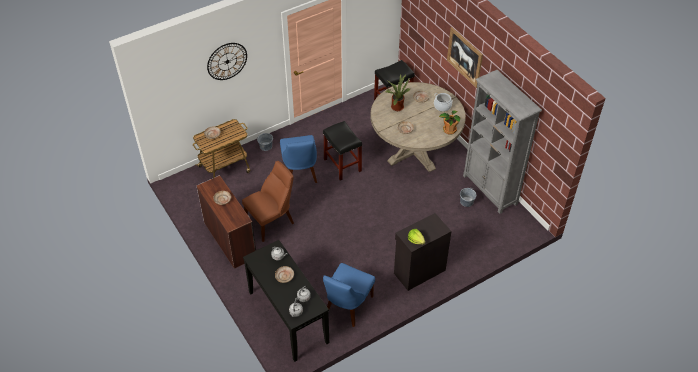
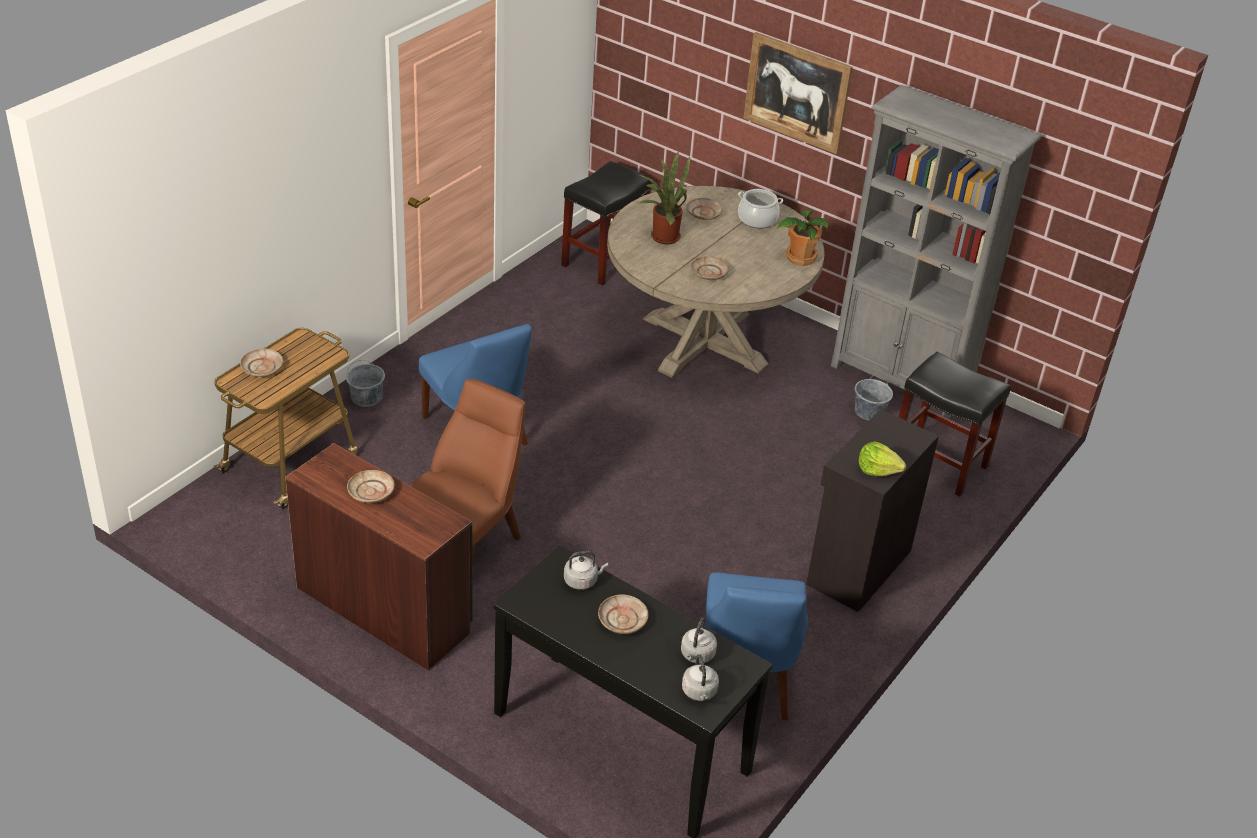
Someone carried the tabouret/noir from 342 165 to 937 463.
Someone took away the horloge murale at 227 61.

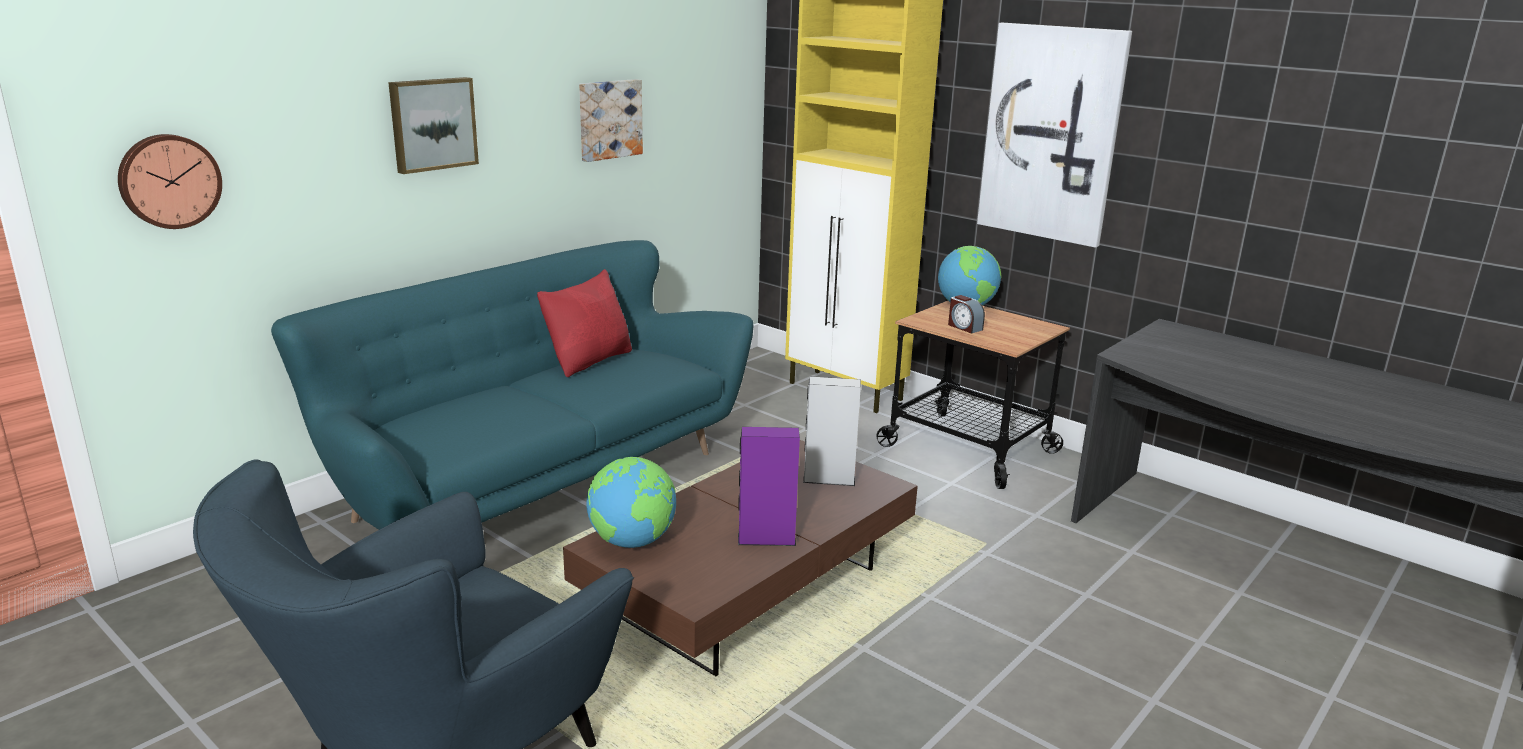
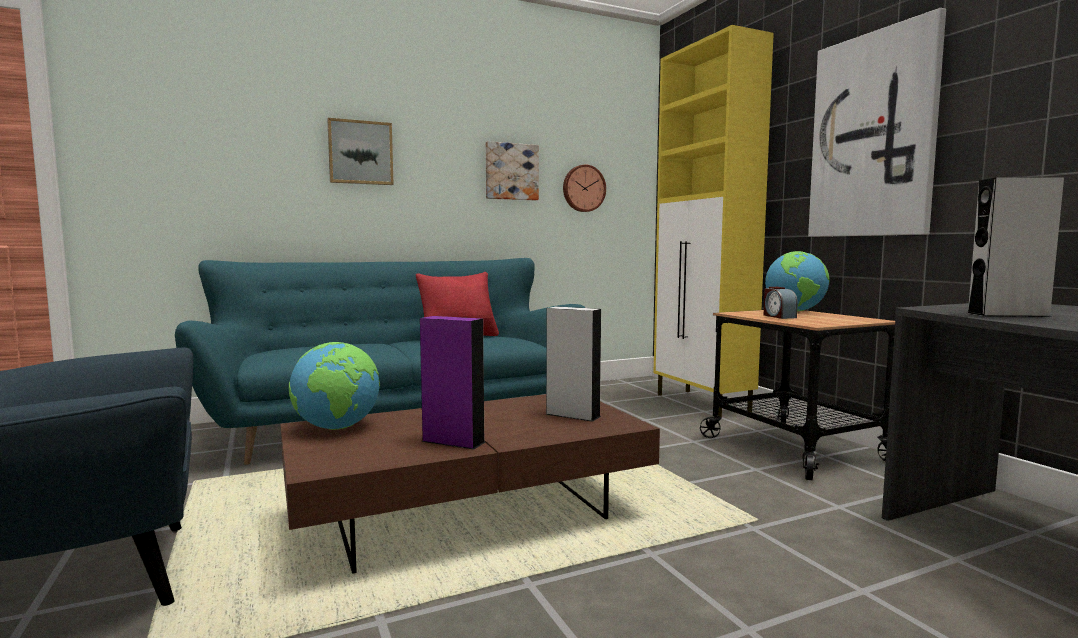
Someone carried the horloge murale from 169 181 to 583 188.
Someone put down the enceinte/gris at 1007 315.

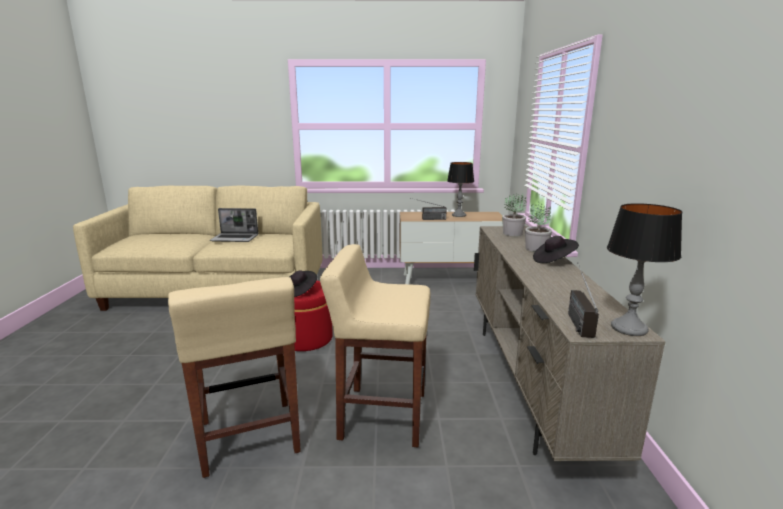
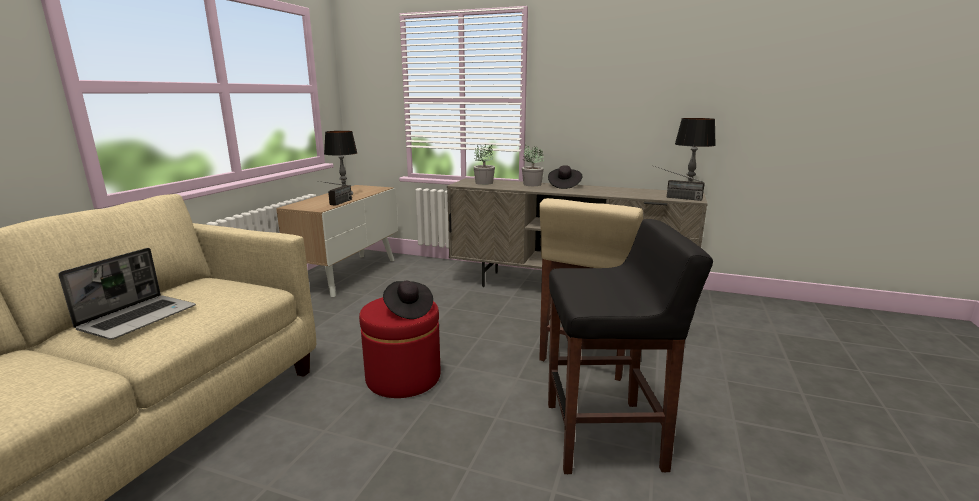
Someone repainted the tabouret/beige at 249 438, which became the tabouret/noir at 605 436.

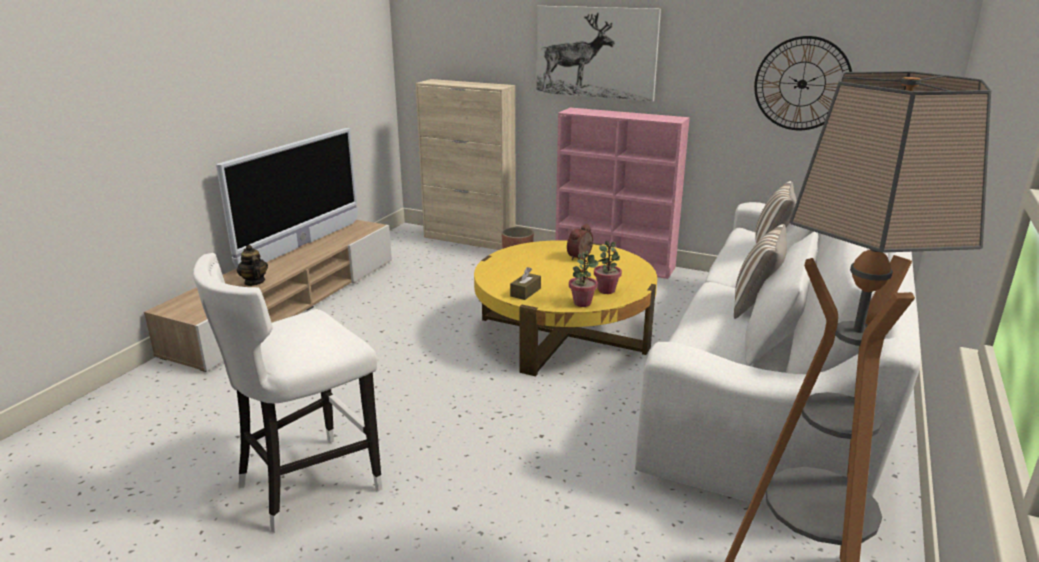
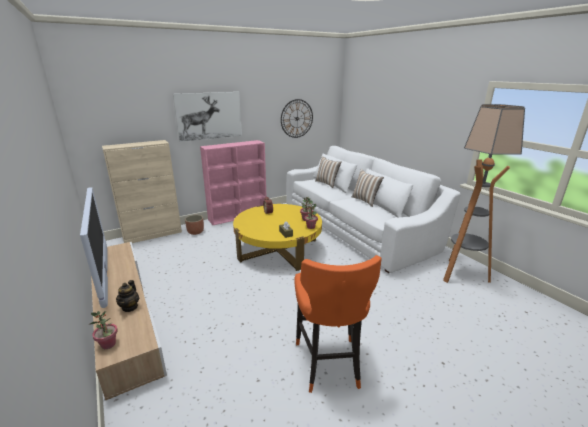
Someone put down the plante en pot at 108 344.
Someone rotated the théière at 254 282 by 90 degrees counterclockwise.
Someone repainted the tabouret/blanc at 307 484, which became the tabouret/orange at 328 364.

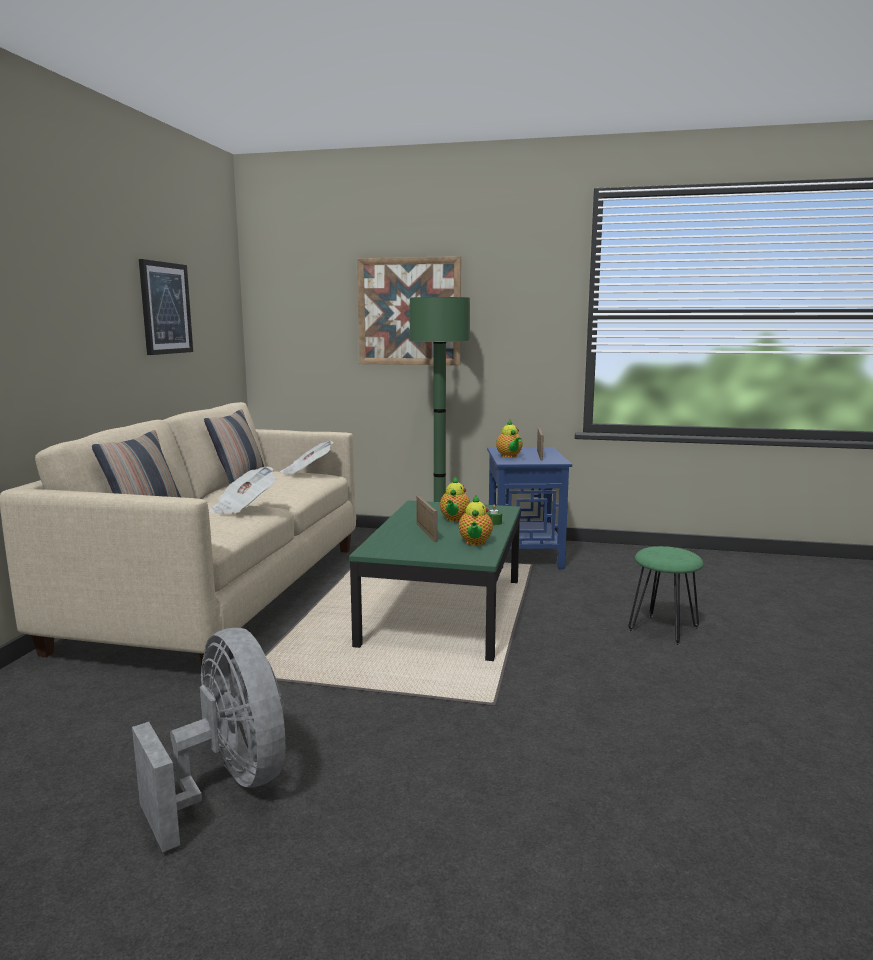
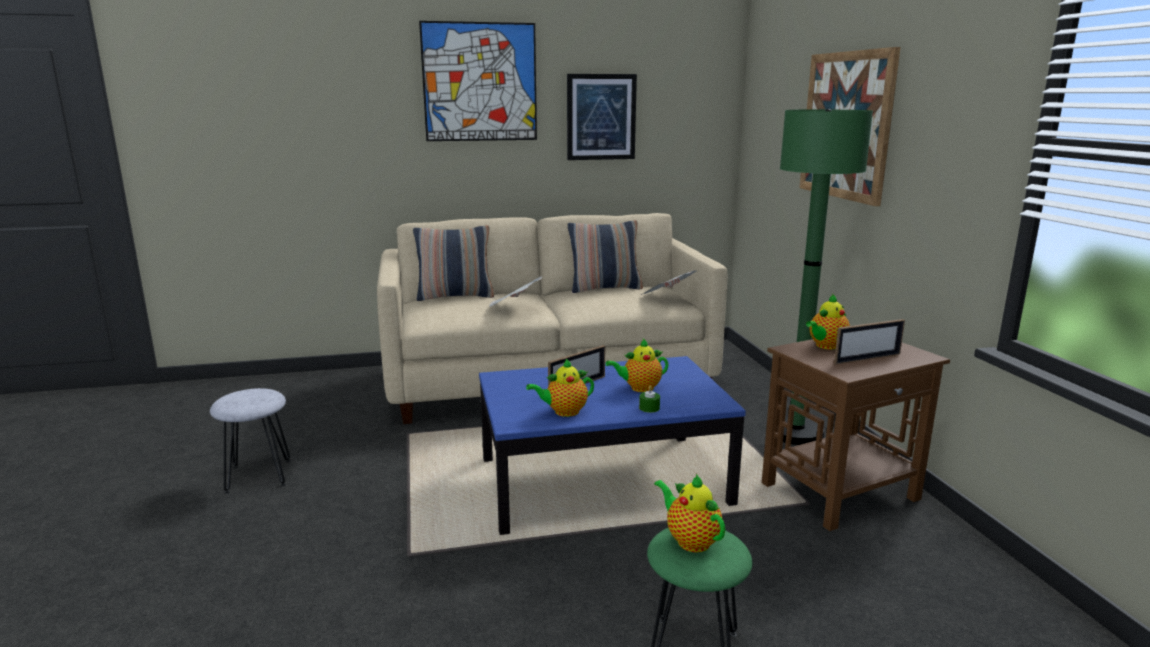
Someone swapped the ventilateur/gris at 228 785 for the tabouret/gris at 259 475.
Someone put up the tableau at 480 82.
Someone repainted the table basse/vert at 443 611, which became the table basse/bleu at 603 481.
Someone put down the théière at 690 540.
Someone repainted the table d'appoint/bleu at 524 554, which became the table d'appoint/marron at 841 491.

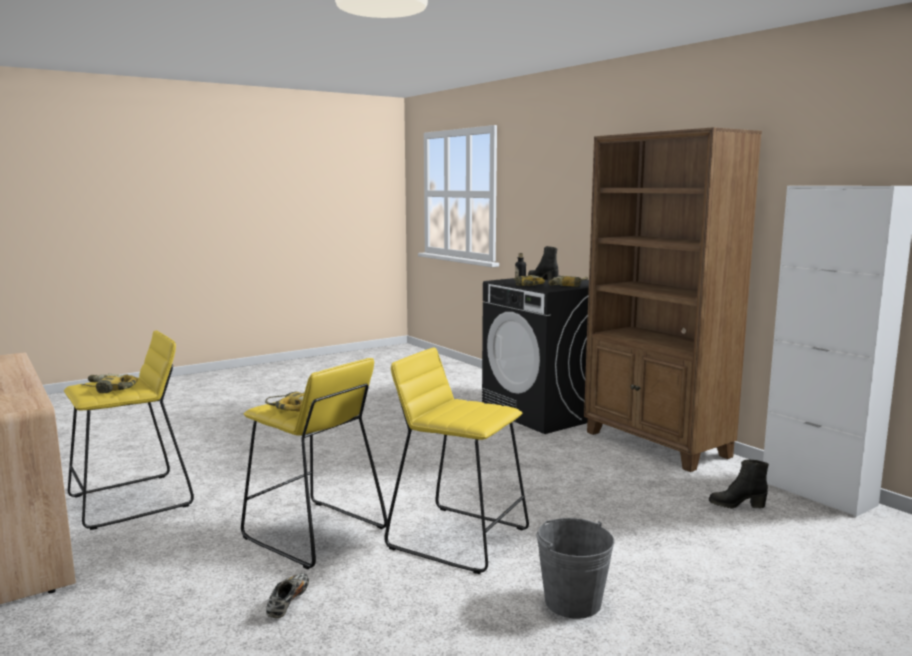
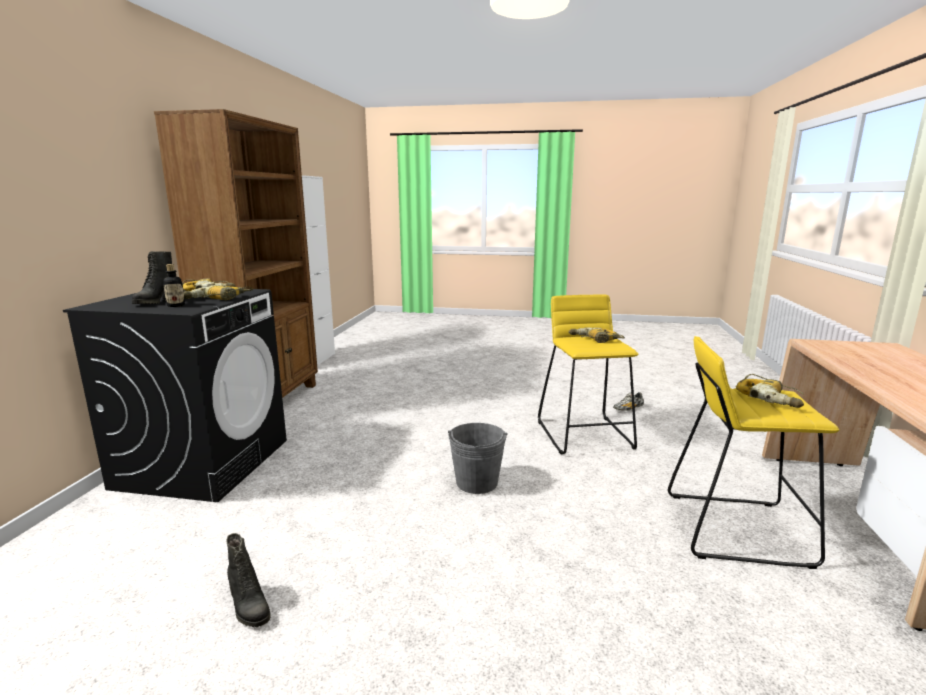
Someone carried the botte/noir from 736 505 to 248 607.
Someone carried the seau/gris from 572 602 to 477 482.
Someone took away the tabouret/jaune at 459 538.

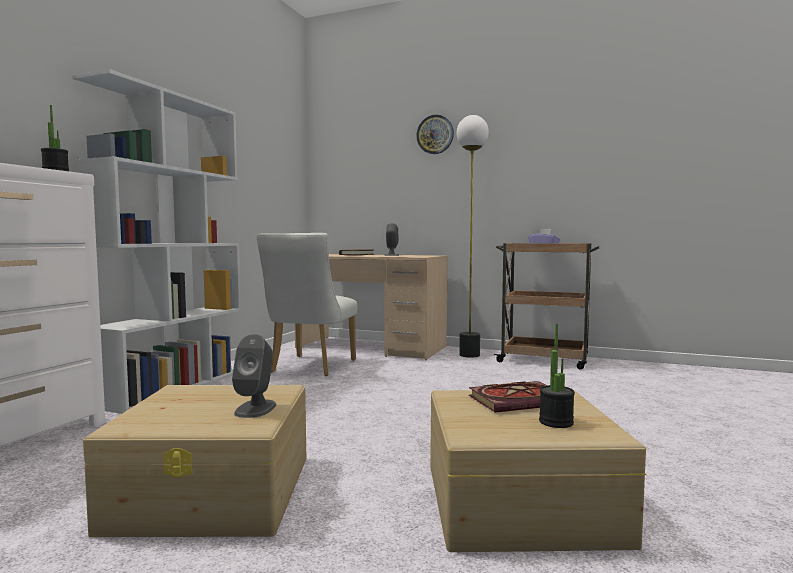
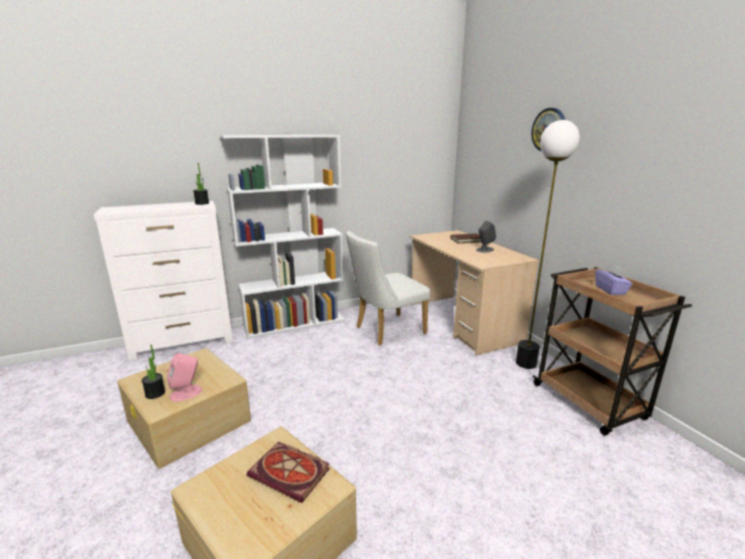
Someone carried the plante en pot from 556 422 to 155 393.
Someone repainted the enceinte/gris at 256 408, which became the enceinte/rose at 186 393.

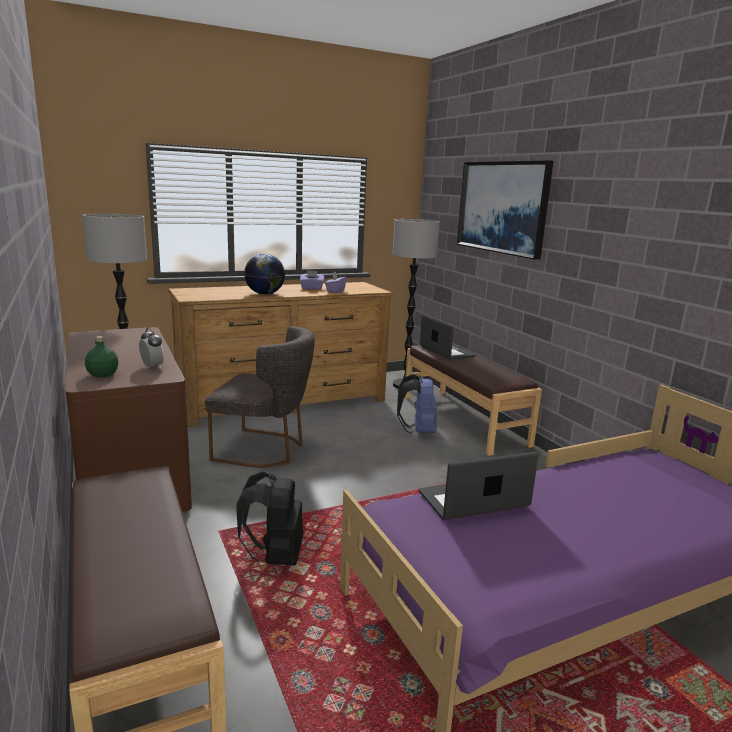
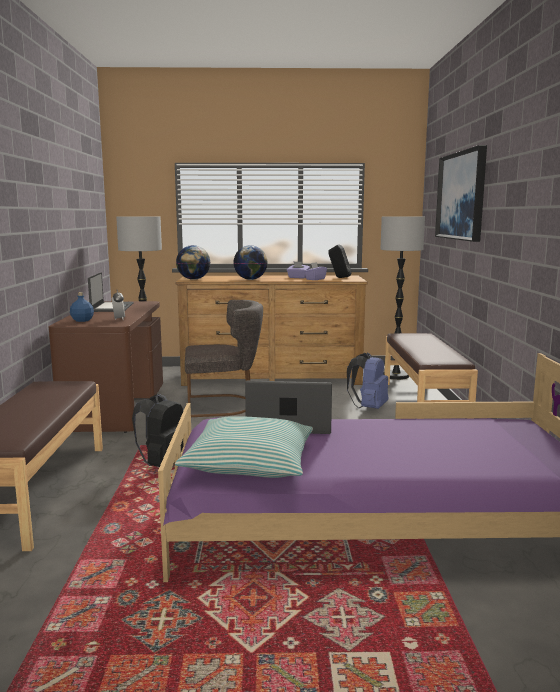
Someone repainted the bouteille/vert at 103 374, which became the bouteille/bleu at 82 320.
Someone carried the ordinateur portable from 446 351 to 111 307.
Someone put down the coussin at 250 462.
Someone put down the globe at 193 279.
Someone rotated the chaise/gris at 265 450 by 45 degrees counterclockwise.
Someone put down the enceinte/noir at 339 277.

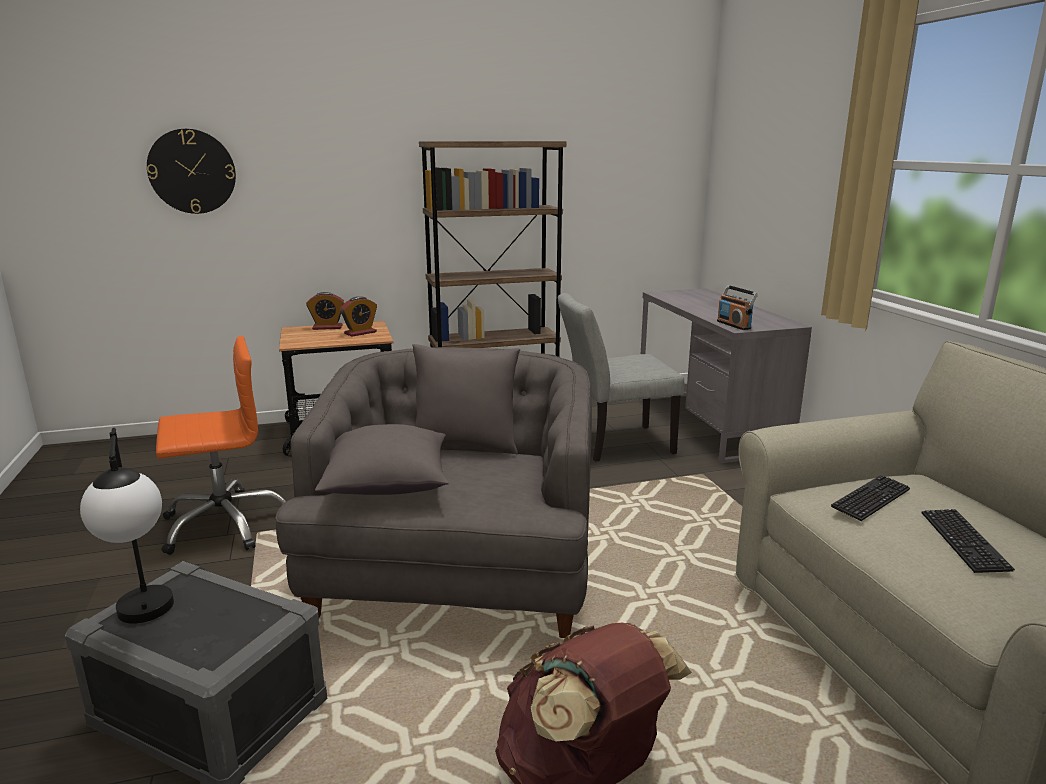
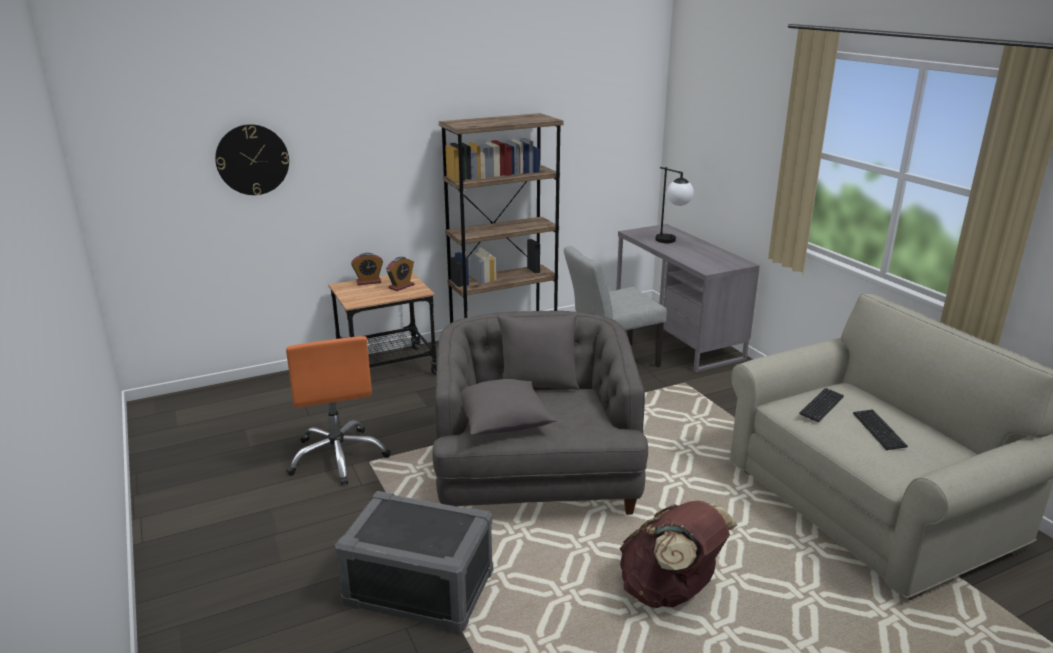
Someone rotated the chaise de bureau/orange at 225 523 by 105 degrees clockwise.
Someone carried the lampe de table from 146 619 to 671 242.
Someone took away the radio at 734 325.

